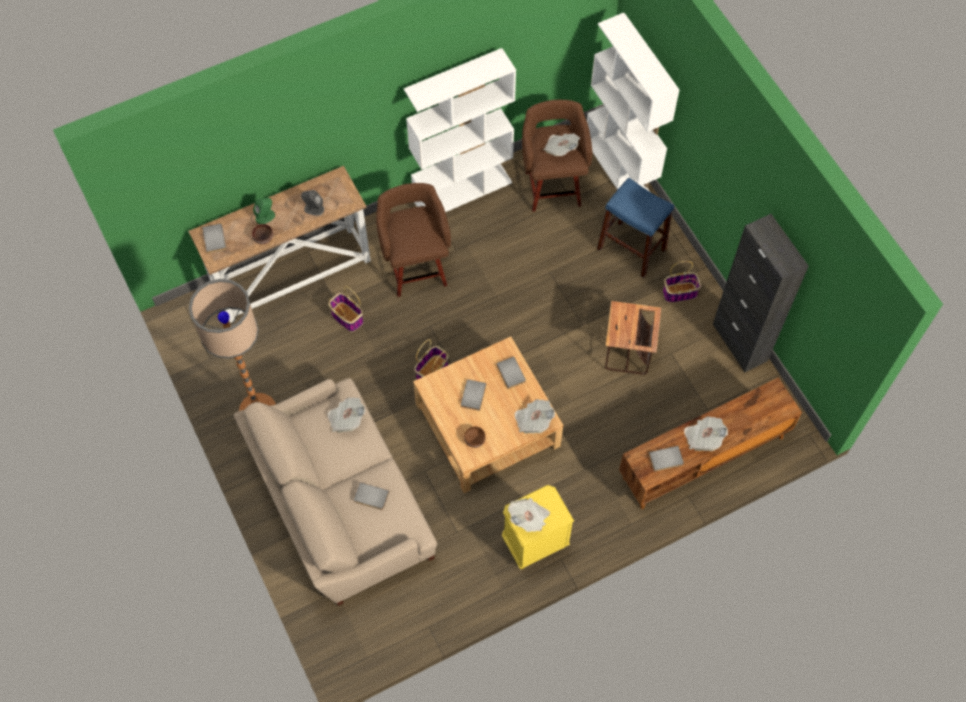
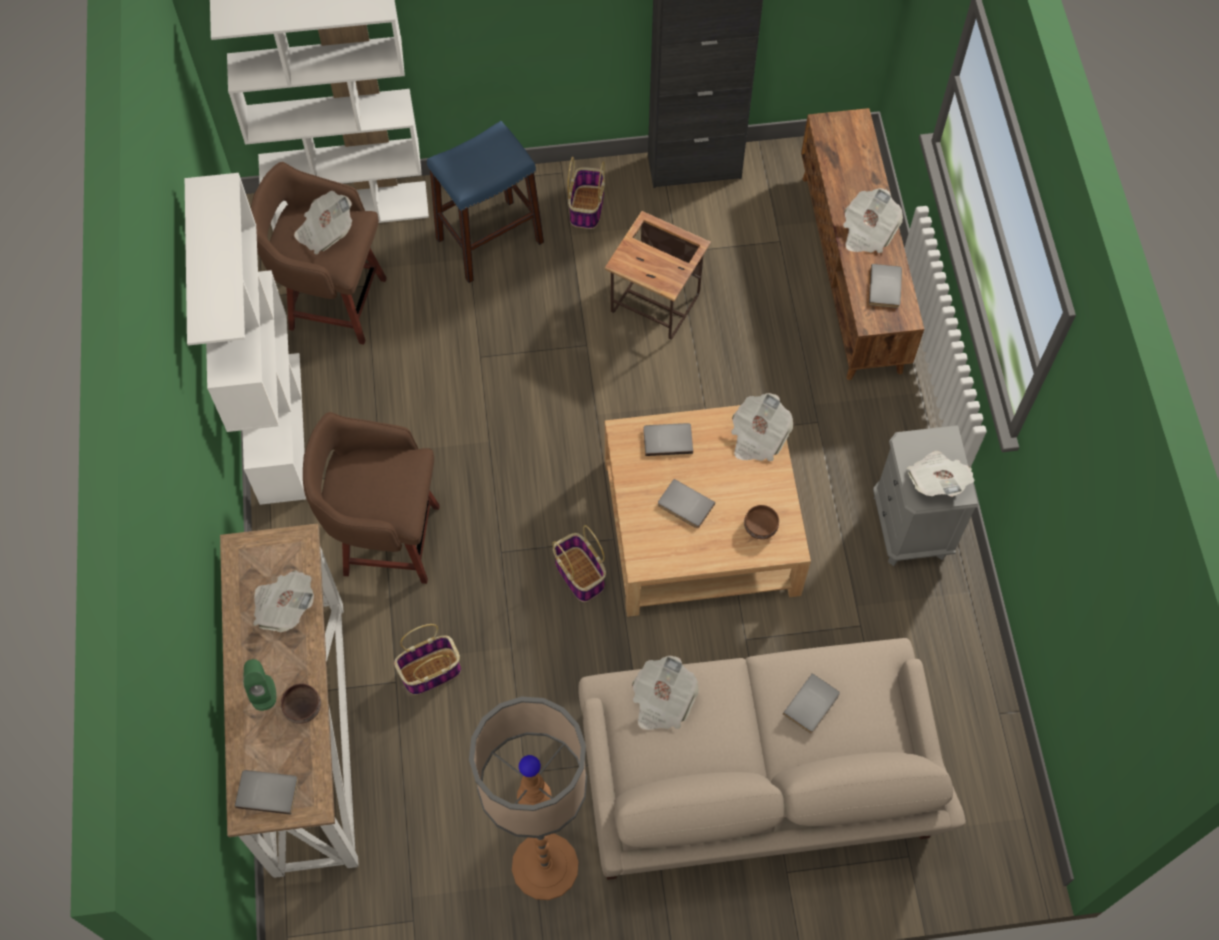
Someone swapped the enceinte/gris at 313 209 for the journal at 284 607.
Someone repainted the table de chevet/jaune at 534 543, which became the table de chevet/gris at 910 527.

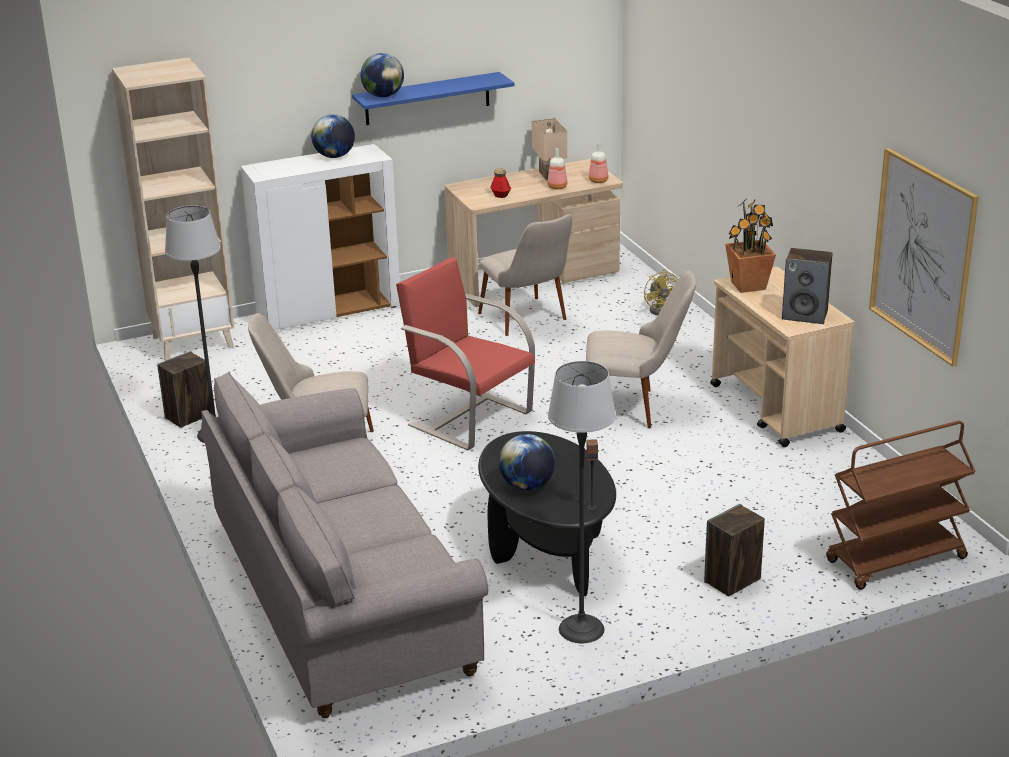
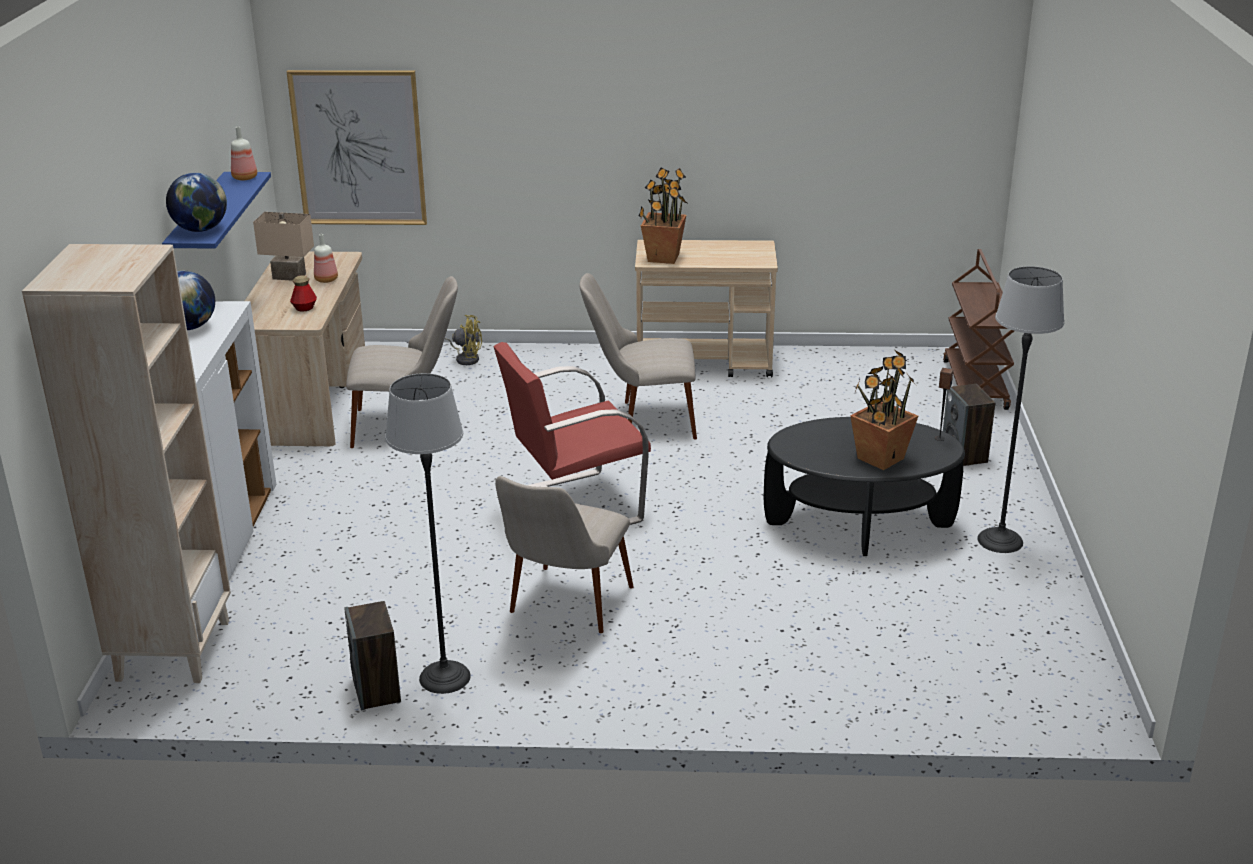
Someone carried the bouteille from 598 180 to 244 177.
Someone carried the tableau from 922 255 to 358 148.
Someone rotated the chaise/beige at 634 408 by 120 degrees counterclockwise.
Someone swapped the globe at 527 486 for the plante en pot at 879 458.
Someone took away the canapé/gris at 342 597.
Someone took away the enceinte at 805 315.

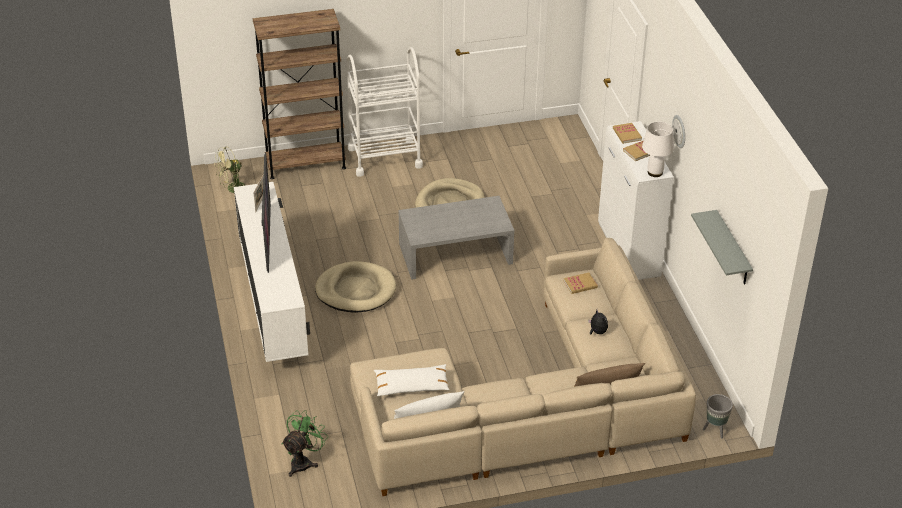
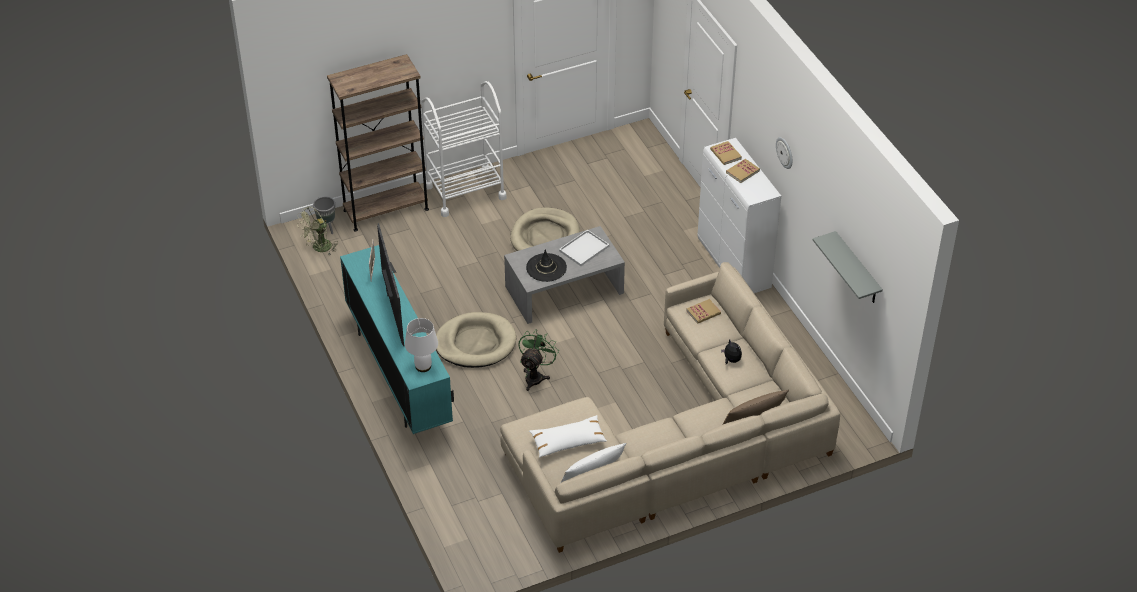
Someone carried the cache-pot/gris from 715 430 to 327 228.
Someone repainted the meuble télé/blanc at 273 308, which became the meuble télé/turquoise at 398 374.
Someone carried the lampe de table/blanc from 655 172 to 423 366.
Someone carried the ventilateur/vert from 304 461 to 536 376.
Someone put down the chapeau/noir at 546 268.
Someone put down the plateau/blanc at 583 249.

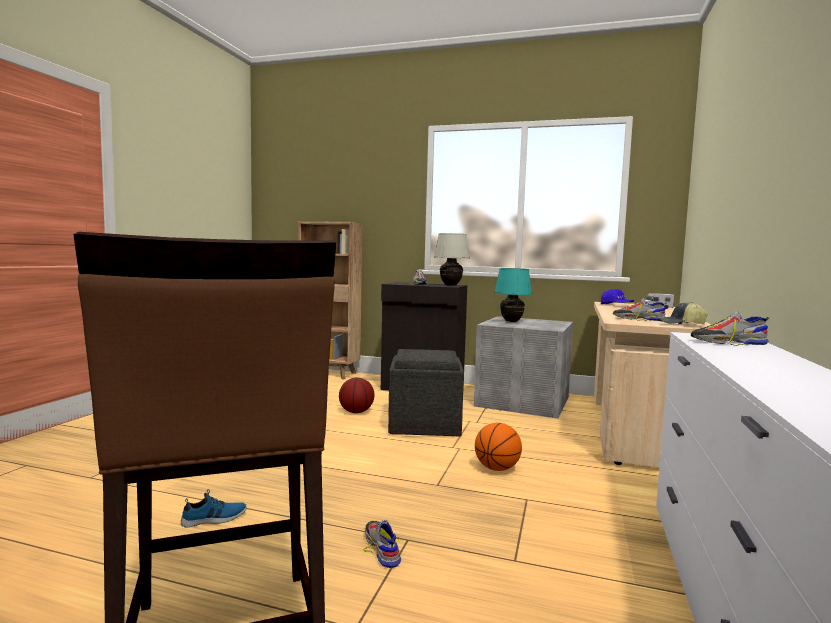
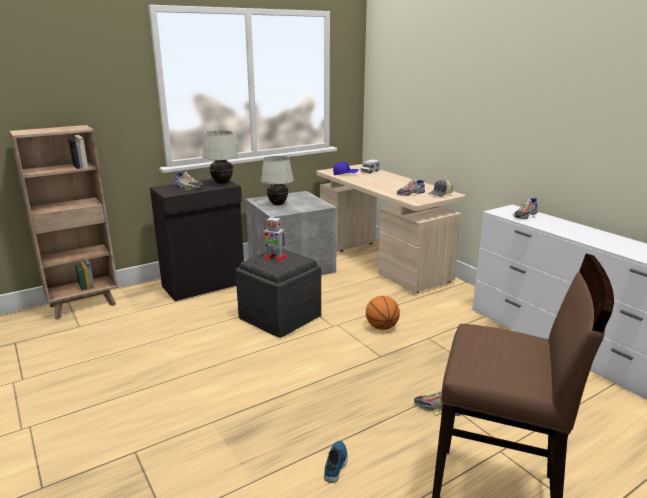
Someone repainted the lampe de table/turquoise at 511 321, which became the lampe de table/blanc at 278 204.
Someone put down the robot jouet at 274 258.
Someone took away the ballon de basket at 356 412.

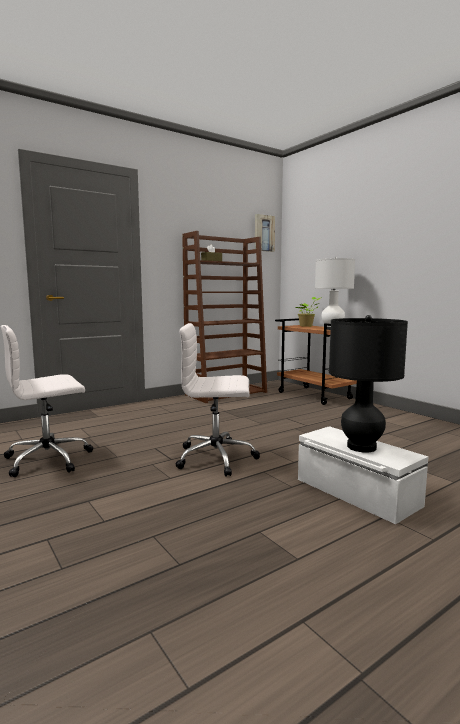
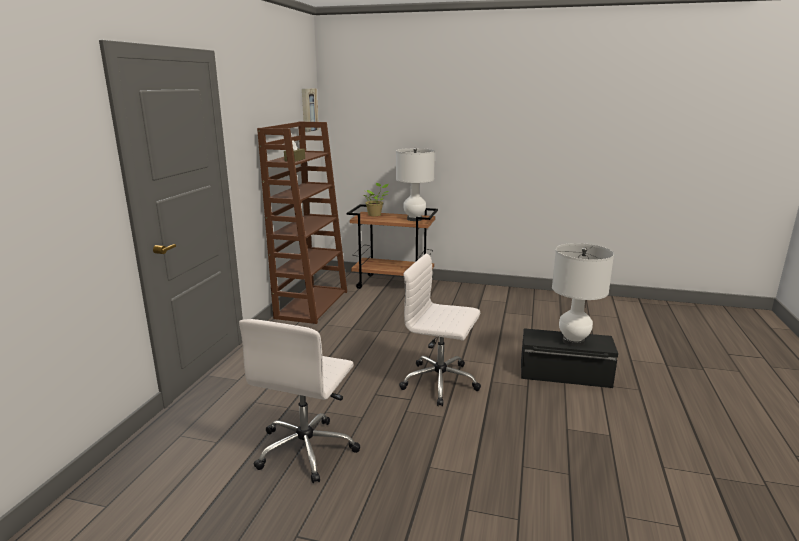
Someone rotated the chaise de bureau/blanc at 217 458 by 60 degrees clockwise.
Someone repainted the boîte de rangement/blanc at 356 492, which became the boîte de rangement/noir at 565 374.
Someone repainted the lampe de table/noir at 361 447, which became the lampe de table/blanc at 573 341.

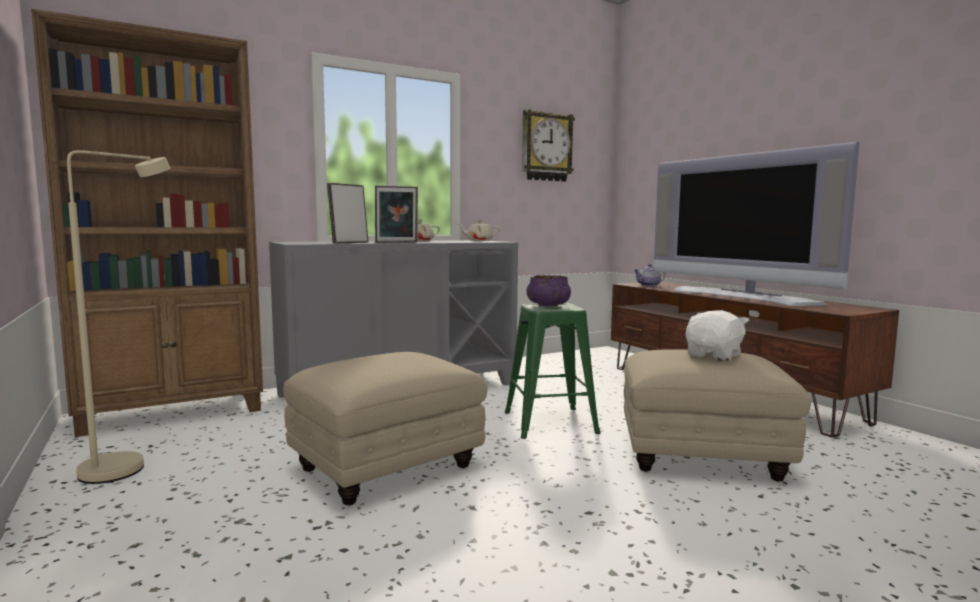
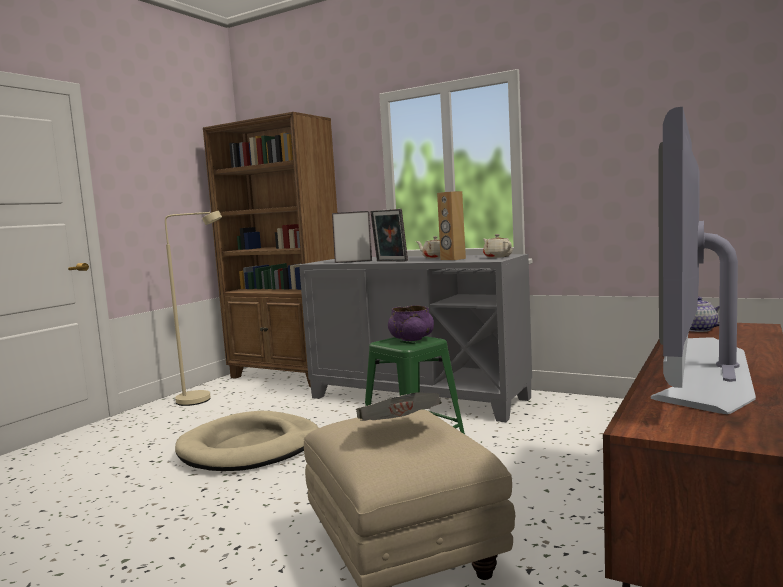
Someone swapped the pouf/beige at 388 468 for the panier pour chien/beige at 250 447.
Someone swapped the peluche/blanc at 714 355 for the journal at 399 431.
Someone put down the enceinte/marron at 452 259.
Someone took away the horloge murale at 546 147.

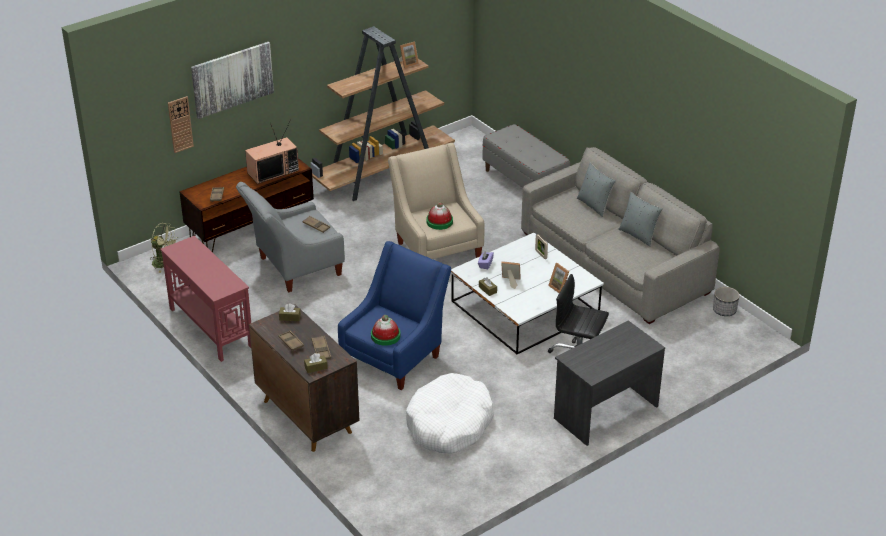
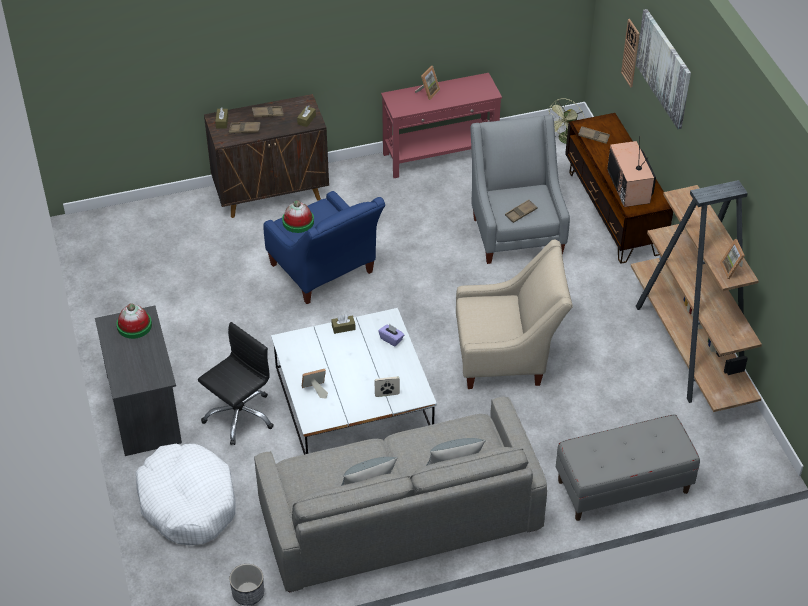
Someone carried the chapeau from 439 222 to 134 325.
Someone carried the panier pour chien/blanc from 449 424 to 188 502.
Someone carried the cadre photo from 510 282 to 428 92.

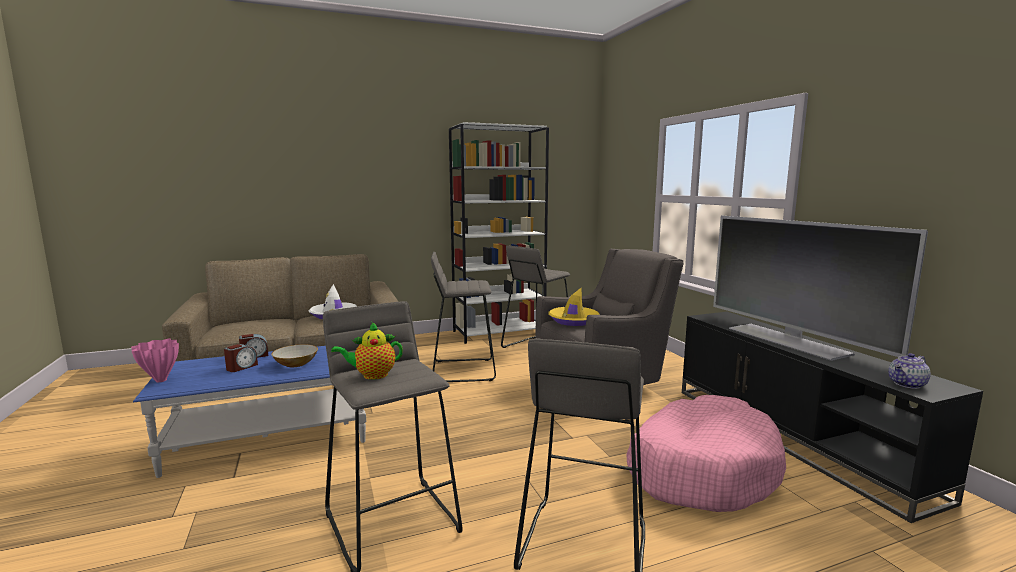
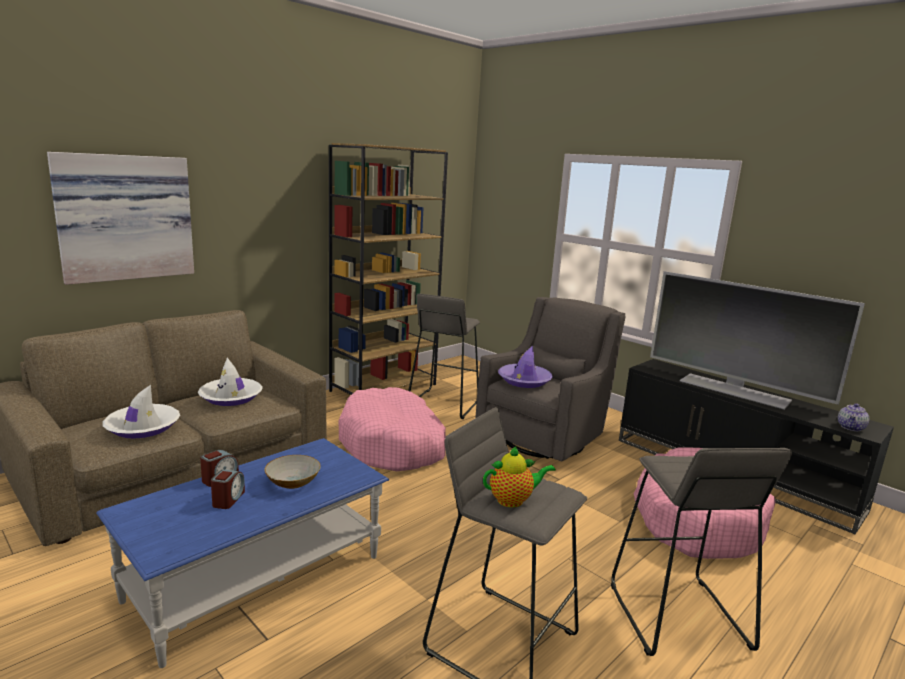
Someone put up the tableau at 125 217.
Someone put down the chapeau/blanc at 142 427.
Someone repainted the bibliothèque/blanc at 499 332, which became the bibliothèque/marron at 384 387.
Someone swapped the tabouret/gris at 463 370 for the panier pour chien/rose at 393 444.
Someone rotated the théière at 372 375 by 150 degrees counterclockwise.
Someone repainted the chapeau/jaune at 573 320, which became the chapeau/violet at 524 380.
Someone took away the vase/rose at 160 380.

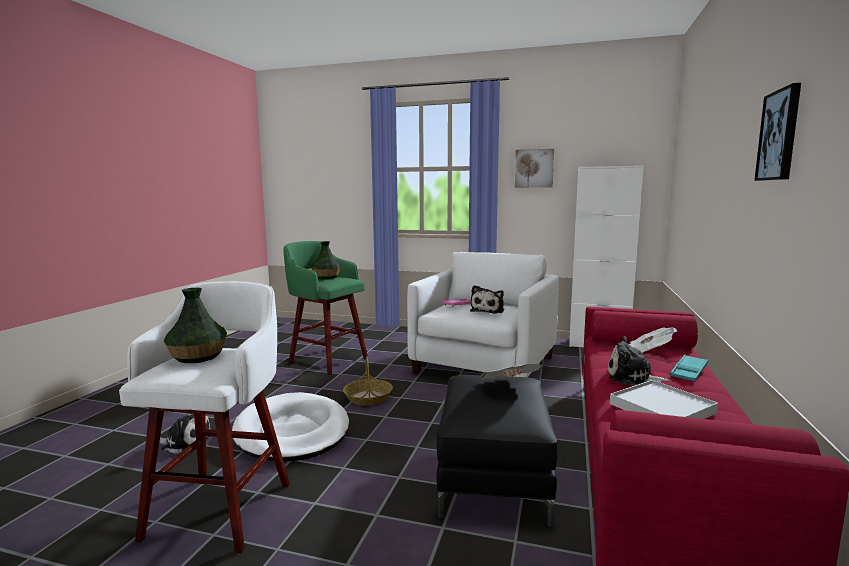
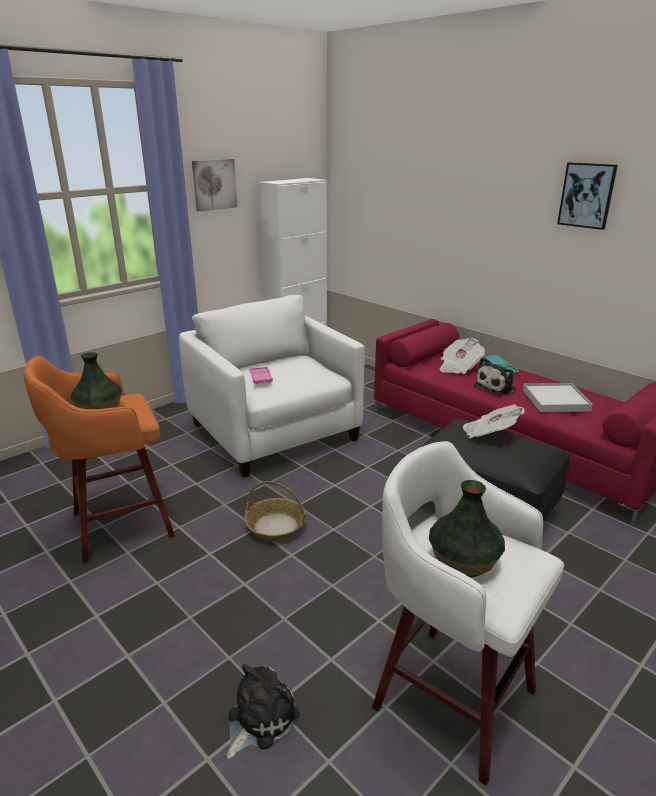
Someone repainted the tabouret/vert at 327 360, which became the tabouret/orange at 118 525.
Someone took away the panier pour chien/blanc at 292 432.
Someone took away the peluche at 488 310.

